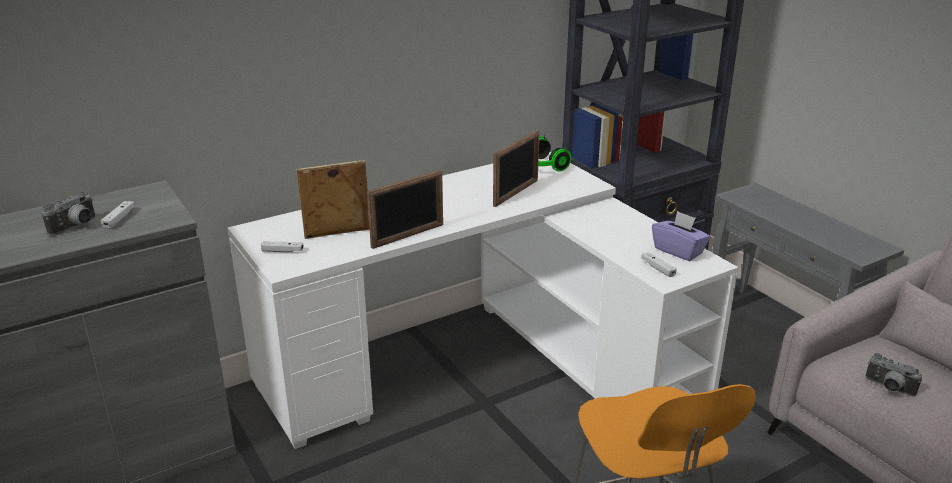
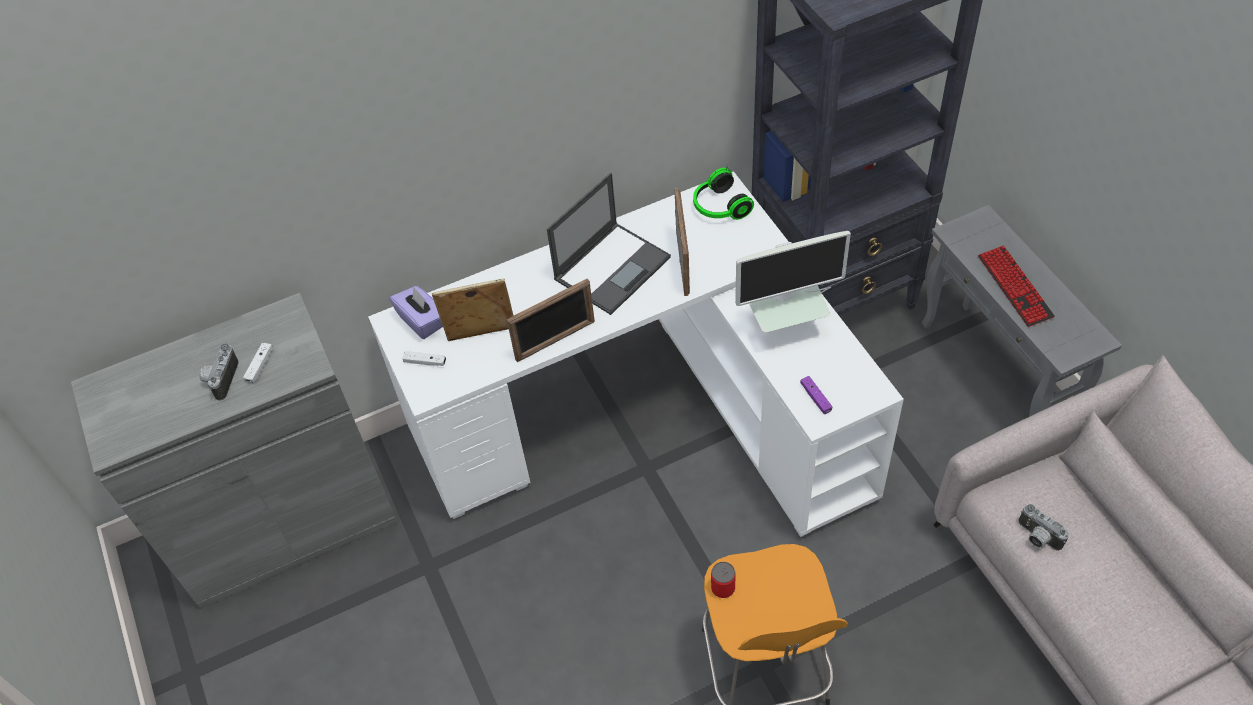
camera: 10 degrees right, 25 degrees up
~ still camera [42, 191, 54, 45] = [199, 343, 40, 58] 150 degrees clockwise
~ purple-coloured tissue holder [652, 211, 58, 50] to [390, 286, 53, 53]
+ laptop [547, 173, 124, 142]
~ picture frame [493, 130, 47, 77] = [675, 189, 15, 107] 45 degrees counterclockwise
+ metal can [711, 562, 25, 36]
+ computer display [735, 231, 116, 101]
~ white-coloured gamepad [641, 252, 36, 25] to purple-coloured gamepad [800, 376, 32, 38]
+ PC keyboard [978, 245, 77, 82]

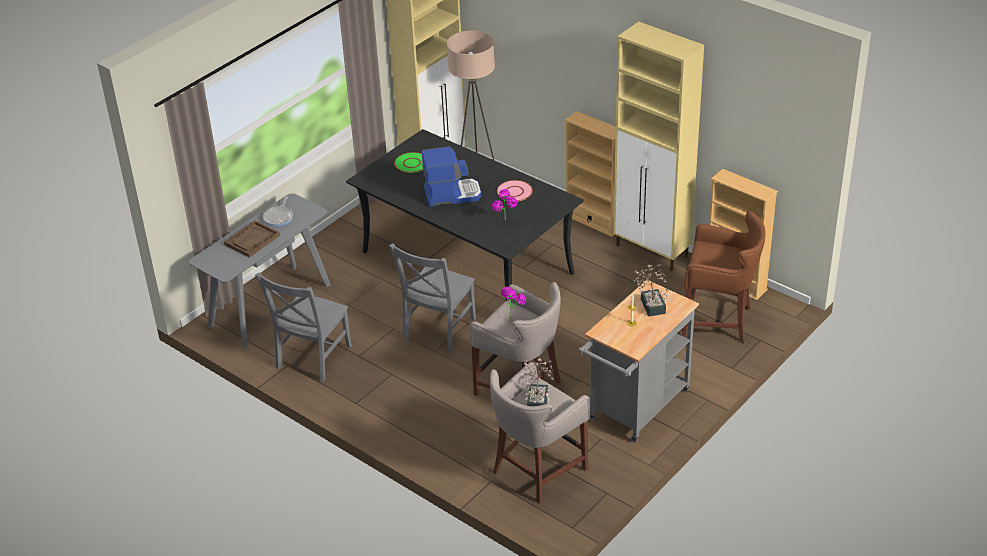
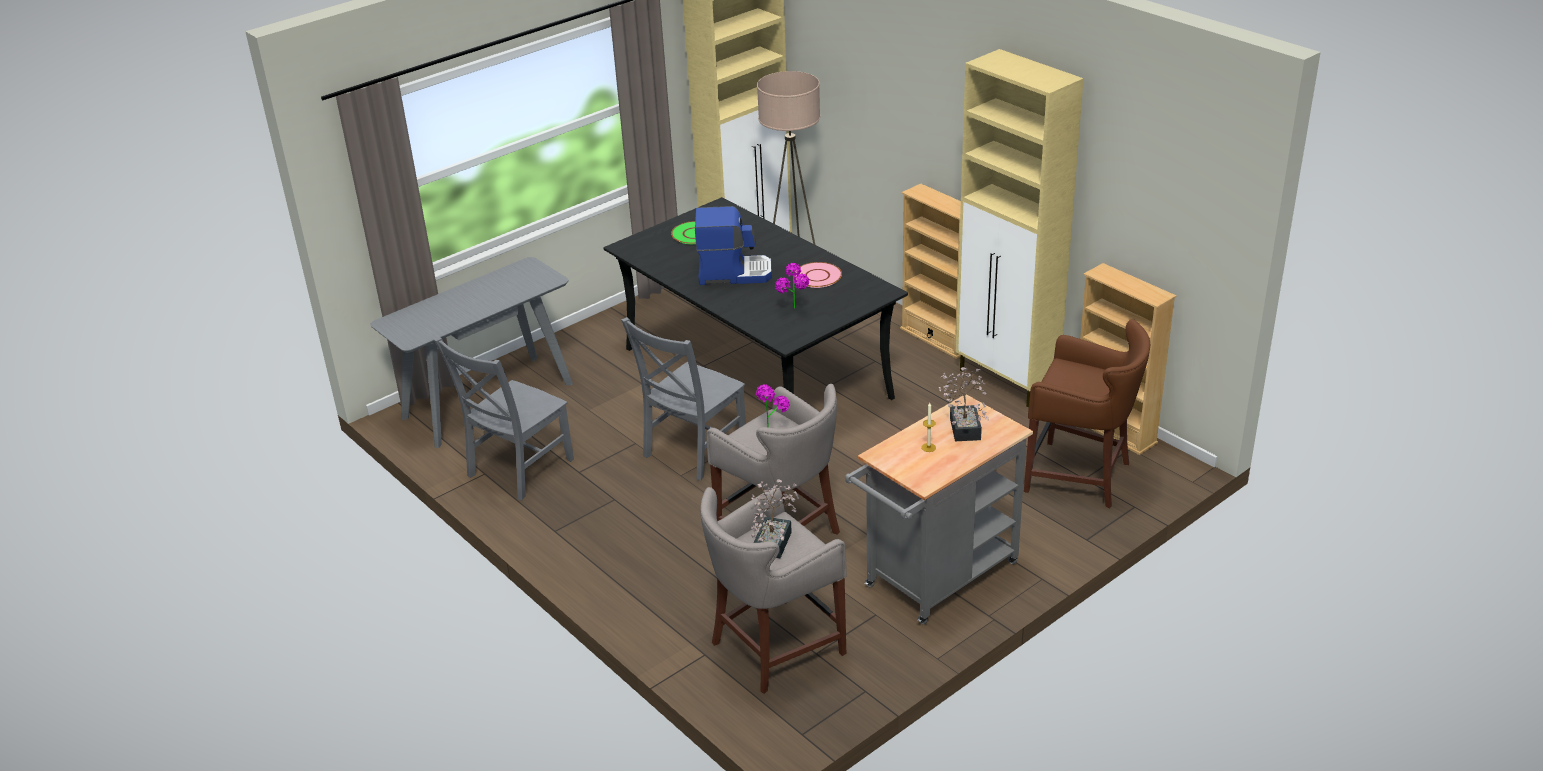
camera: 10 degrees right, 5 degrees down
- brown carrying tray [224, 221, 56, 37]
- pan [263, 196, 30, 30]

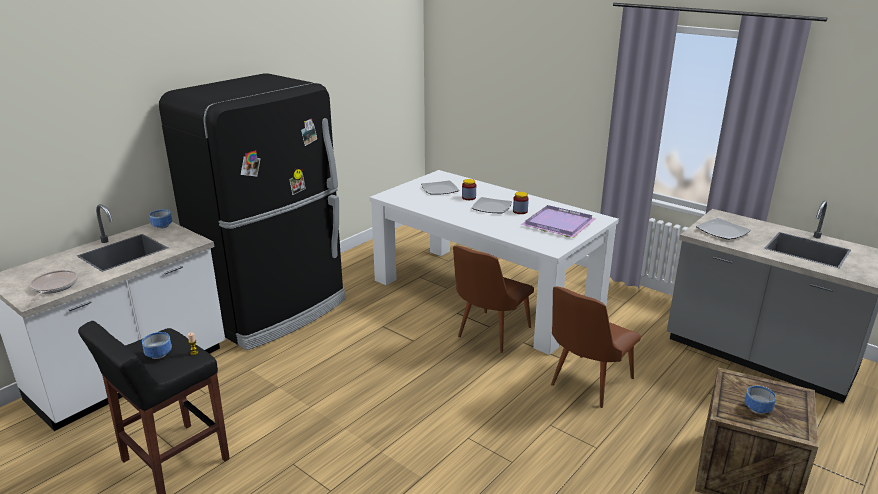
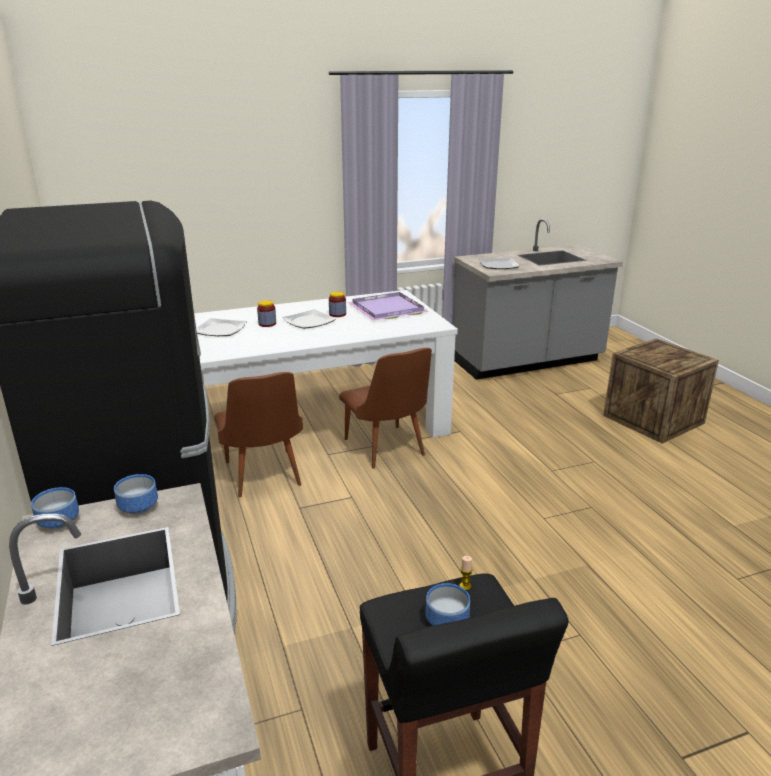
camera: 60 degrees left, 0 degrees up
~ serving bowl [745, 386, 31, 28] to [114, 474, 44, 41]
~ brown chair [551, 286, 90, 122] to [214, 372, 89, 125]
- pan [30, 270, 48, 31]

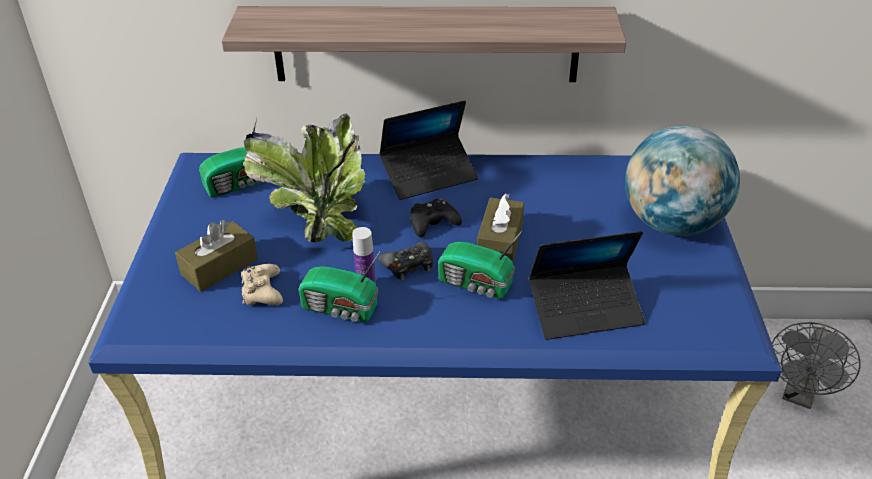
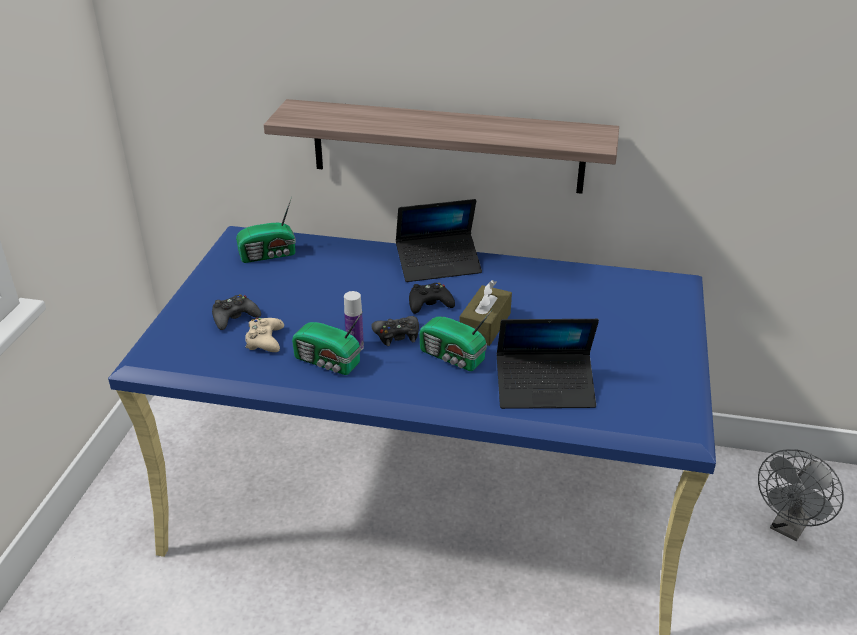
camera: 10 degrees right, 5 degrees down
~ brown tissue holder [175, 220, 83, 72] to black gamepad [212, 294, 49, 36]
- potted plant [243, 114, 122, 128]
- globe [625, 125, 115, 111]

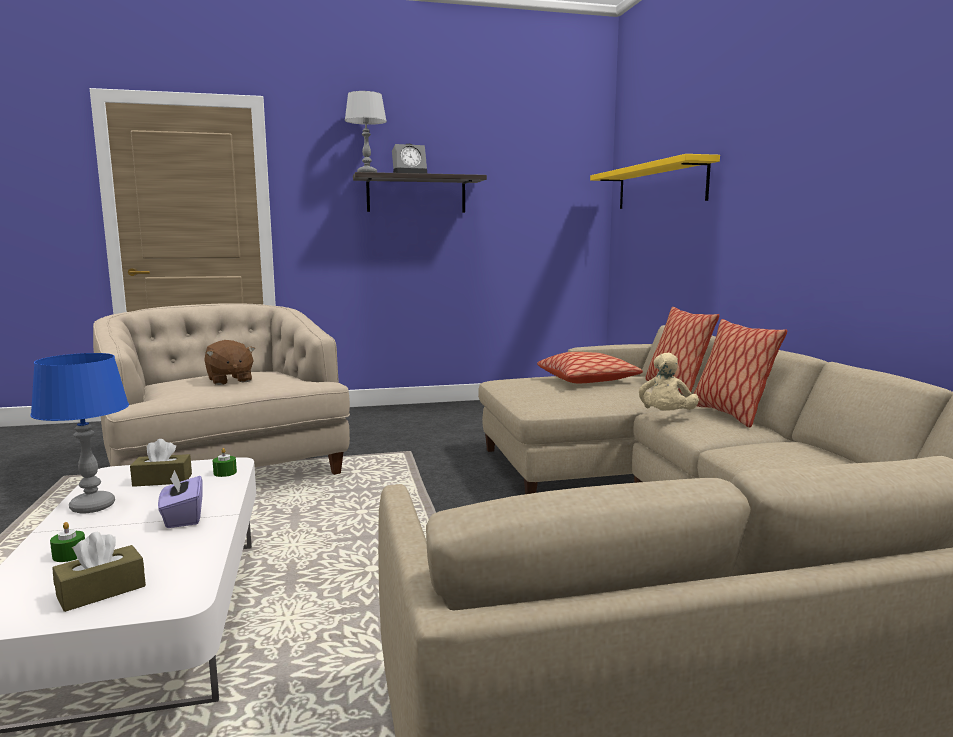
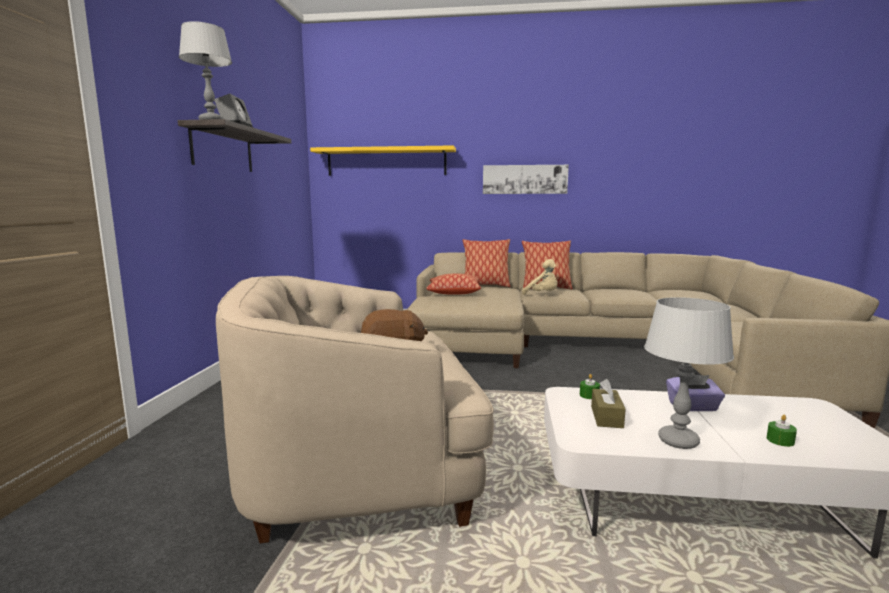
camera: 70 degrees left, 0 degrees up
+ picture [483, 165, 86, 29]
~ blue table lamp [30, 353, 99, 160] to greyish table lamp [644, 297, 90, 152]
- brown tissue holder [52, 532, 94, 80]

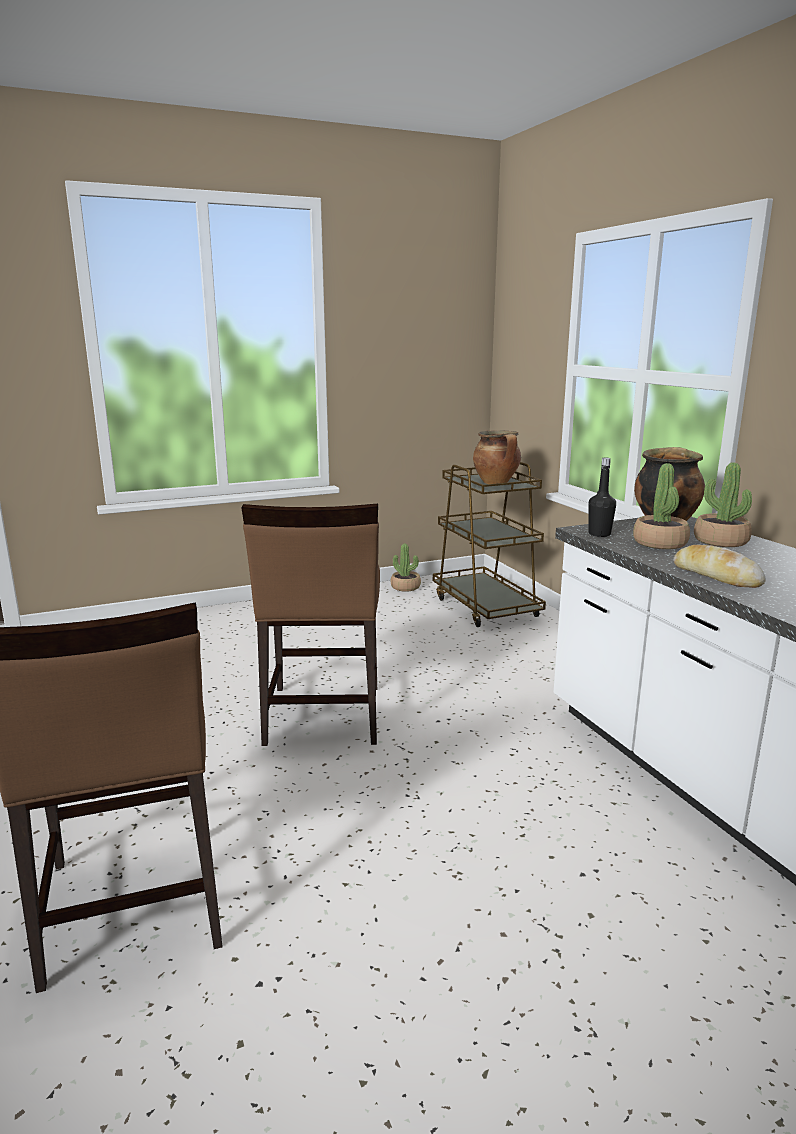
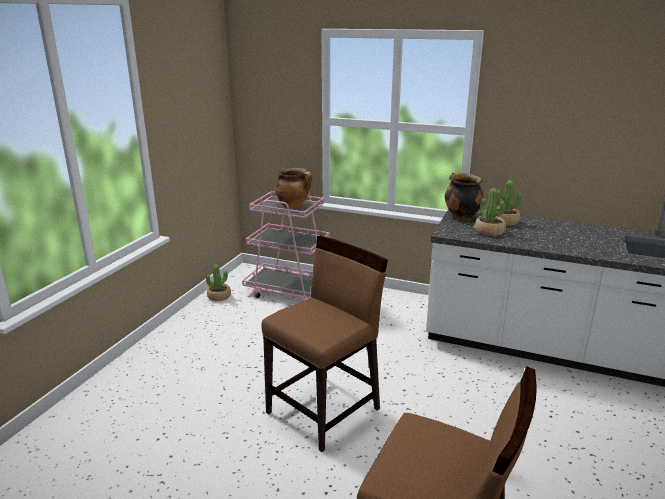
camera: 45 degrees left, 5 degrees up
~ brown cart [433, 462, 113, 165] to pink-coloured cart [242, 191, 88, 110]
~ brown chair [241, 504, 139, 242] = [261, 236, 127, 216] 90 degrees counterclockwise
- black bottle [588, 458, 28, 79]
- bakery bread [673, 545, 92, 43]

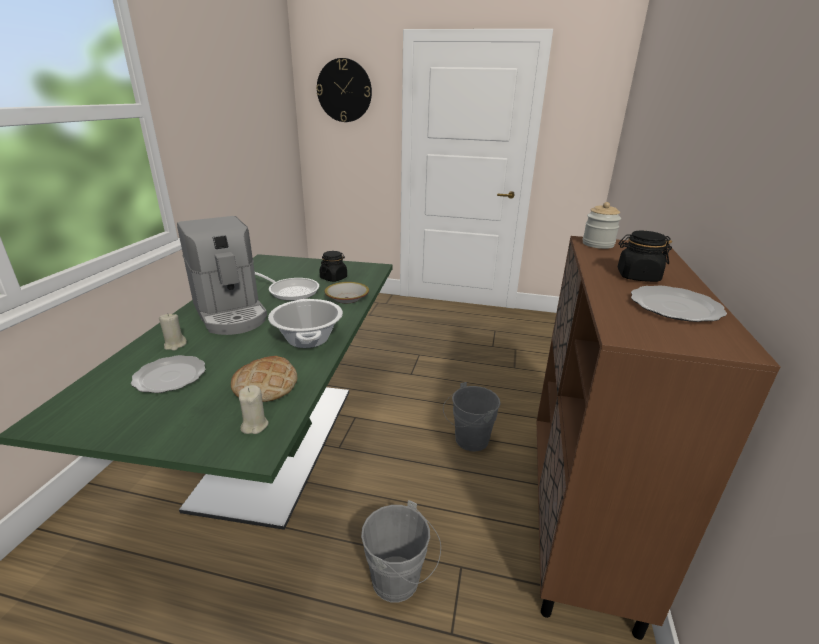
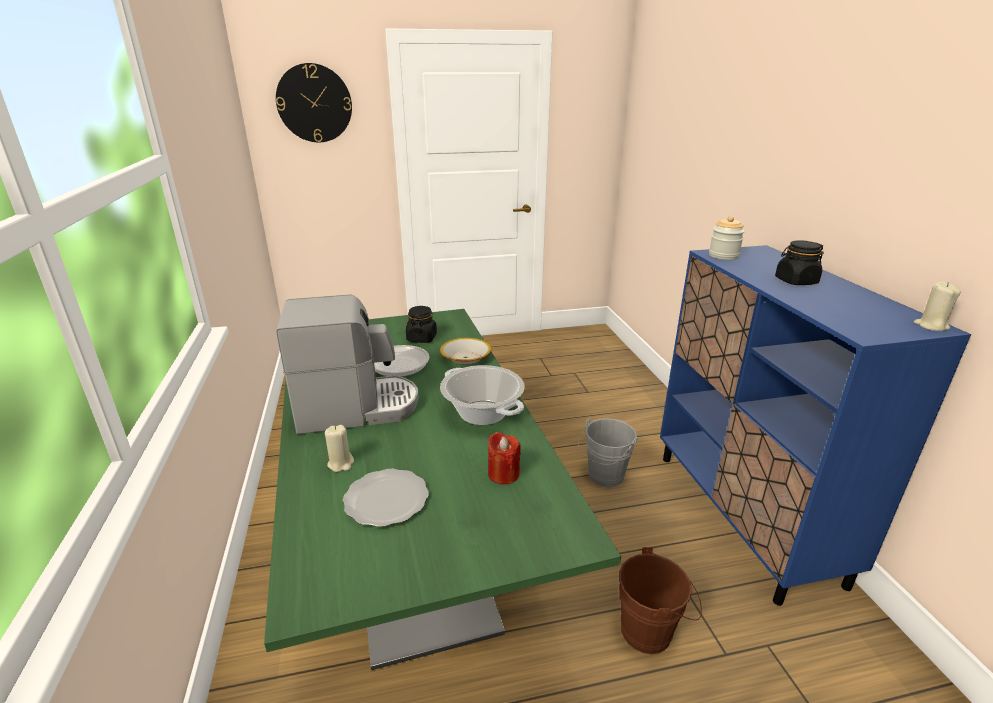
camera: 25 degrees left, 0 degrees up
~ coffee maker [177, 216, 90, 119] = [276, 294, 143, 140] 45 degrees counterclockwise
~ bakery bread [231, 356, 66, 46] to red-coloured candle [488, 432, 33, 52]
~ greyish pail [361, 500, 80, 103] to brown pail [619, 547, 83, 107]
~ brown storage cabinet [537, 236, 244, 404] to blue storage cabinet [660, 245, 311, 361]
~ beige candle [239, 385, 30, 49] to [913, 282, 48, 49]
- flat dish [631, 285, 96, 37]

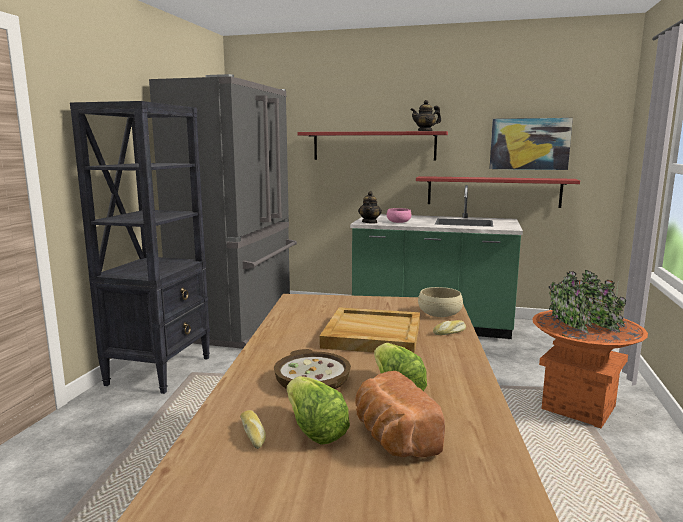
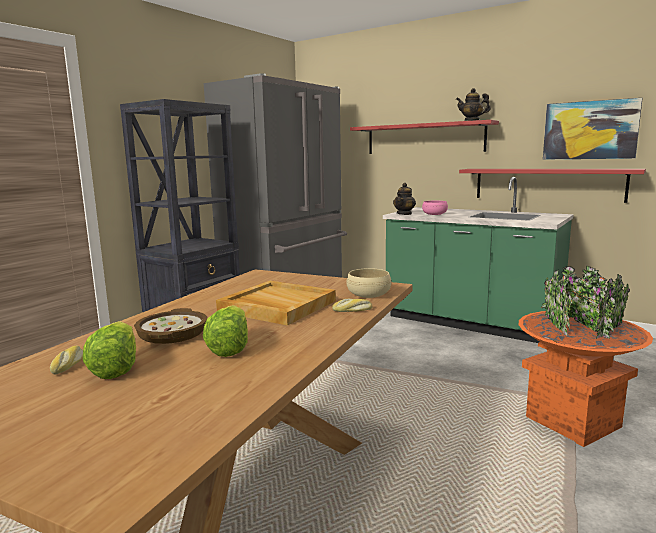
camera: 20 degrees right, 0 degrees up
- bakery bread [355, 371, 90, 86]

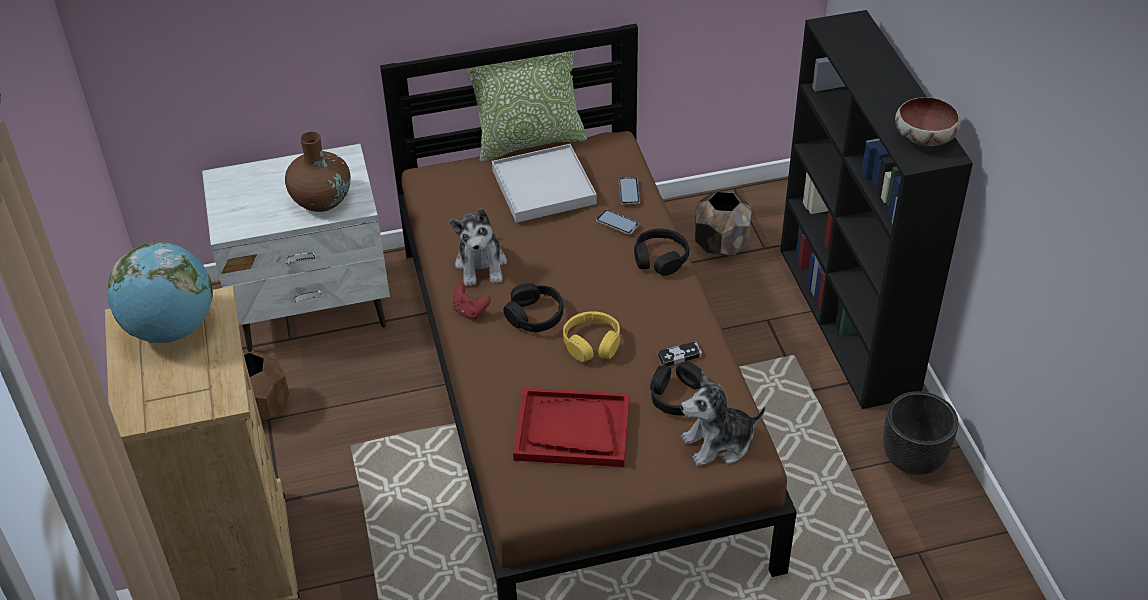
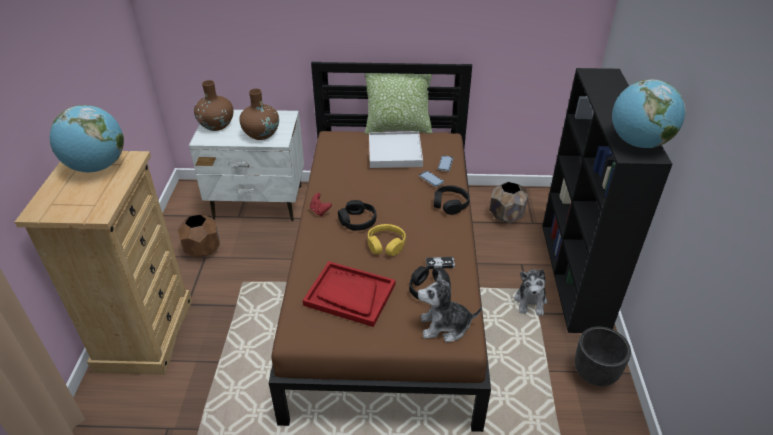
camera: 15 degrees right, 5 degrees down
+ brown decorative vase [194, 80, 39, 51]
~ cuddly toy [450, 208, 57, 78] to [515, 269, 32, 47]
~ serving bowl [895, 97, 66, 49] to globe [612, 79, 74, 69]

